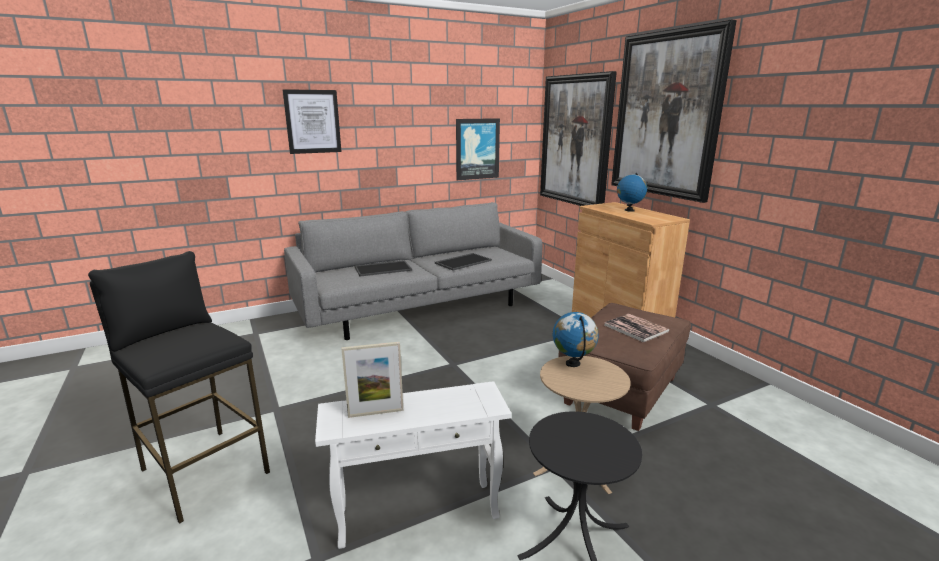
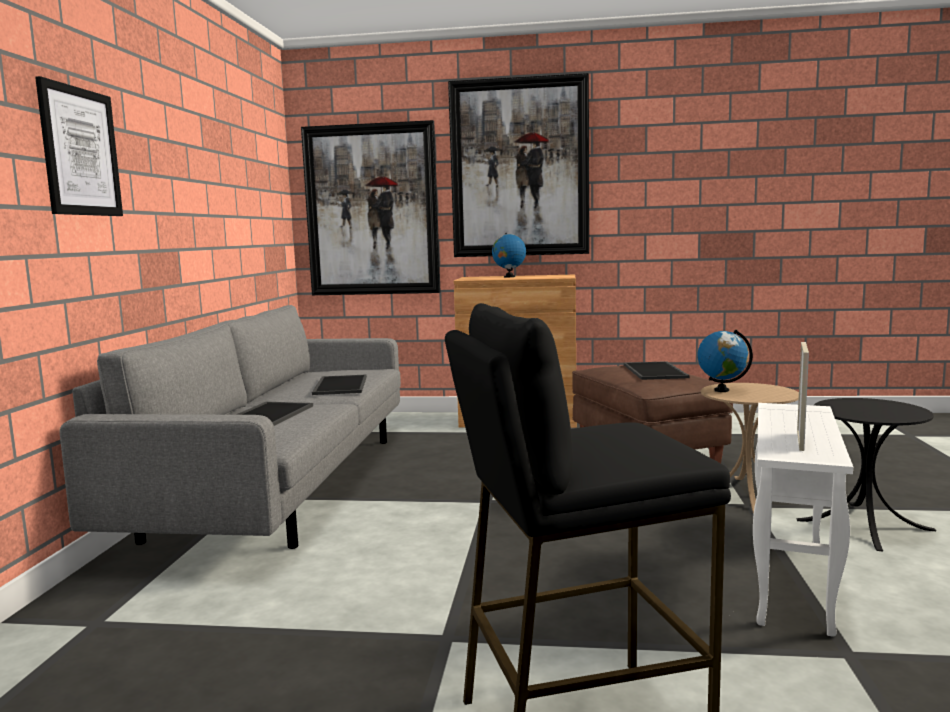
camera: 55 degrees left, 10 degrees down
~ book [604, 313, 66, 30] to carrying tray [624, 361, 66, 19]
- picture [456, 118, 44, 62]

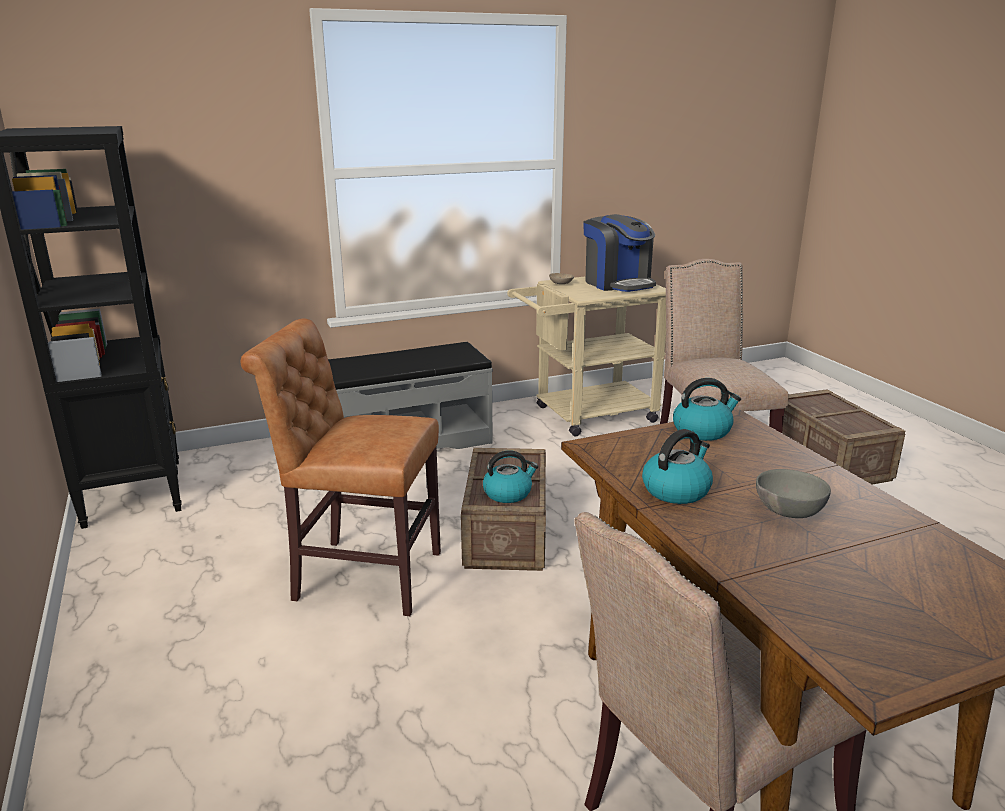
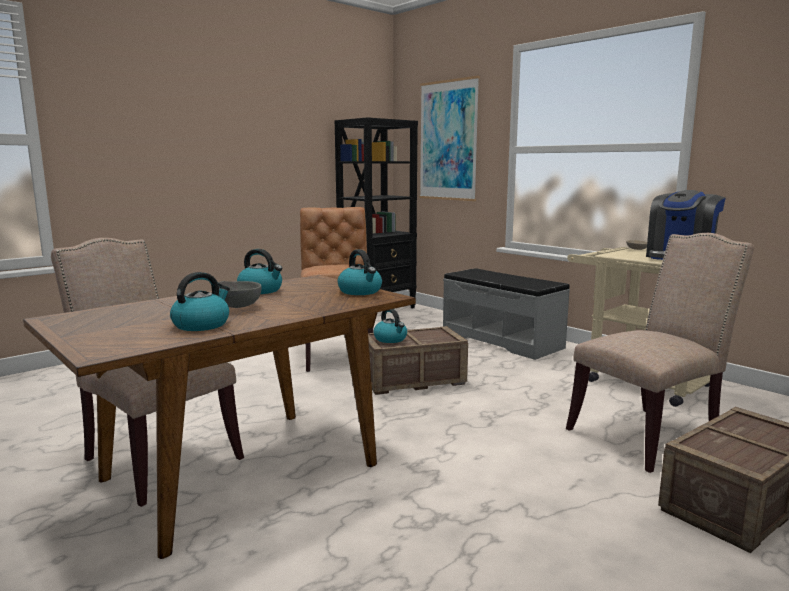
camera: 70 degrees right, 10 degrees down
+ tea kettle [170, 272, 60, 59]
+ picture [419, 76, 61, 125]

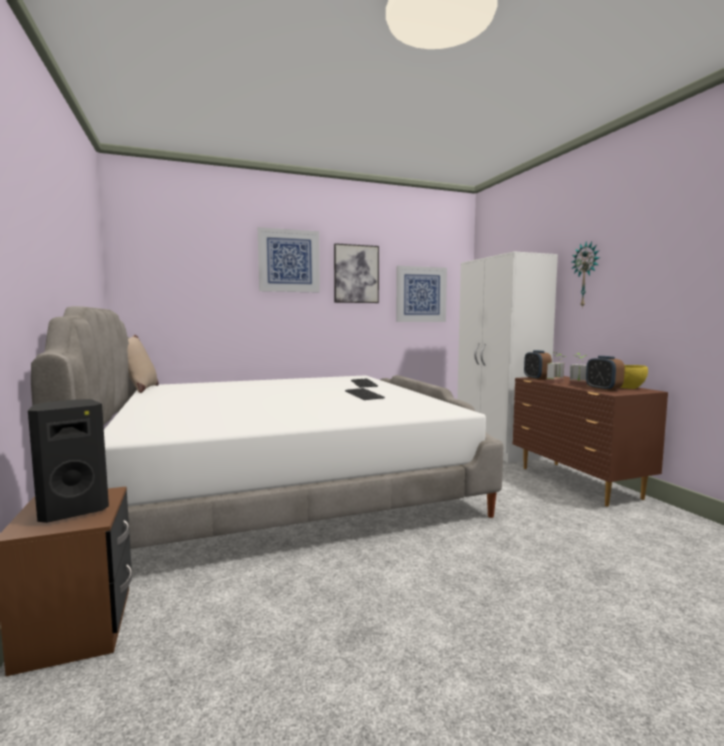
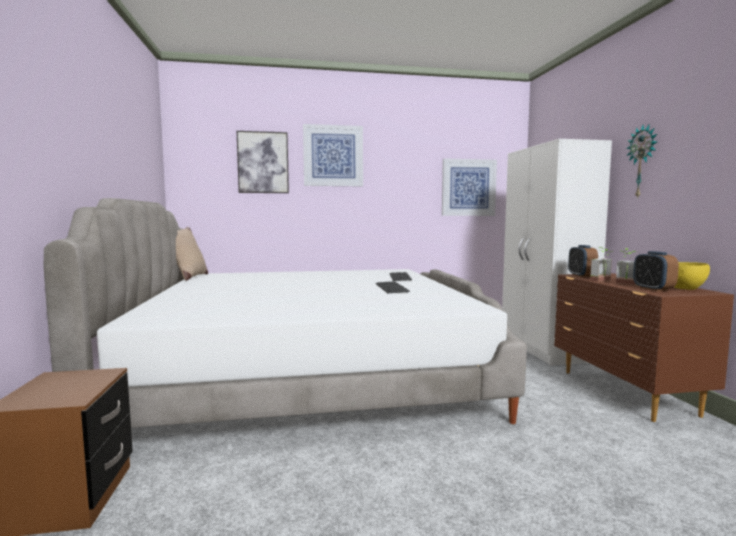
camera: 10 degrees right, 0 degrees up
~ picture [334, 243, 45, 60] to [237, 131, 52, 62]
- black audio speaker [28, 399, 81, 124]

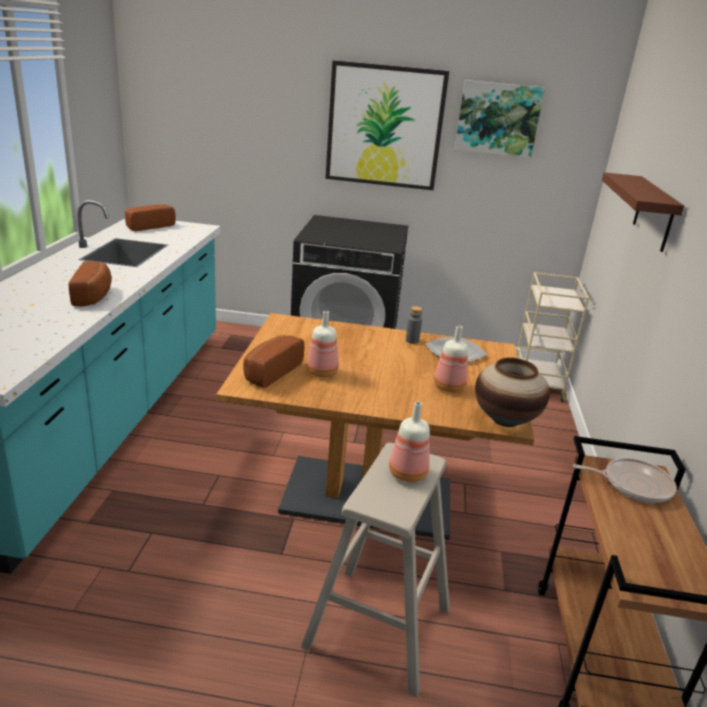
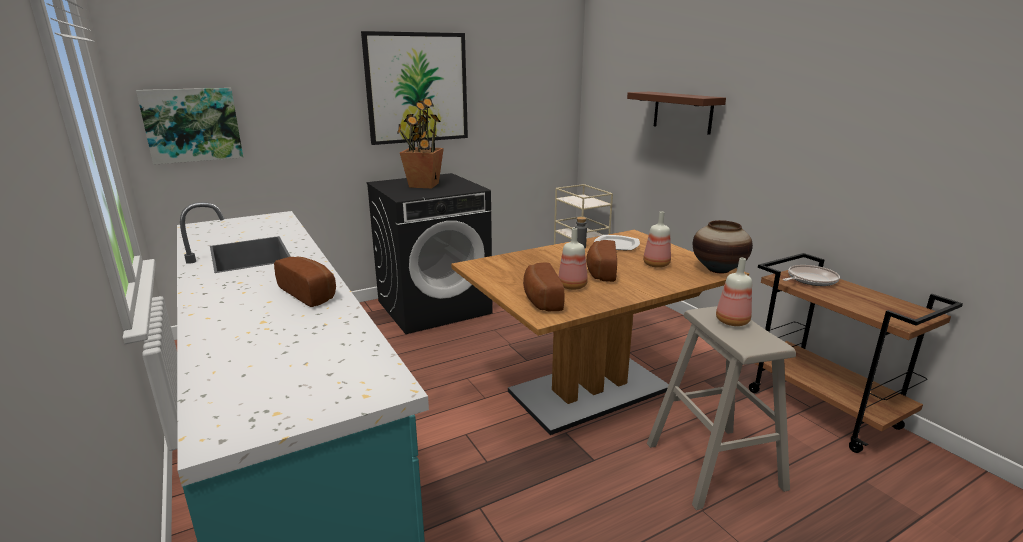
camera: 35 degrees left, 5 degrees down
~ picture [455, 80, 90, 78] to [136, 88, 107, 77]
+ potted plant [397, 98, 47, 90]
~ bakery bread [125, 205, 51, 26] to [586, 240, 31, 42]

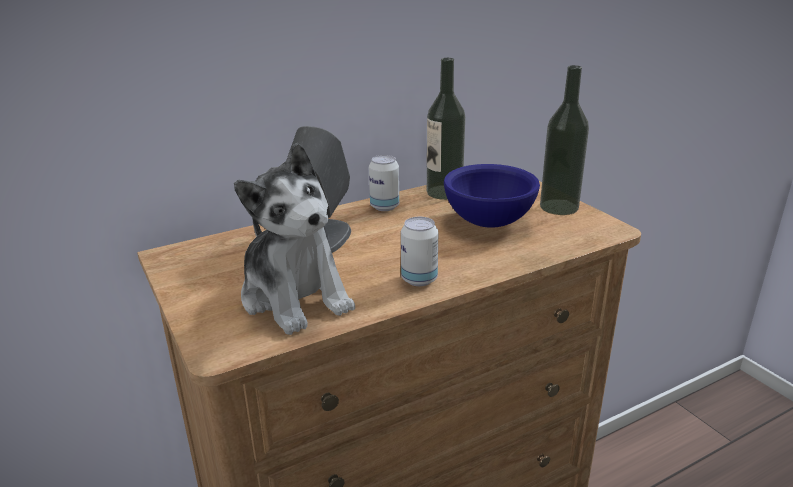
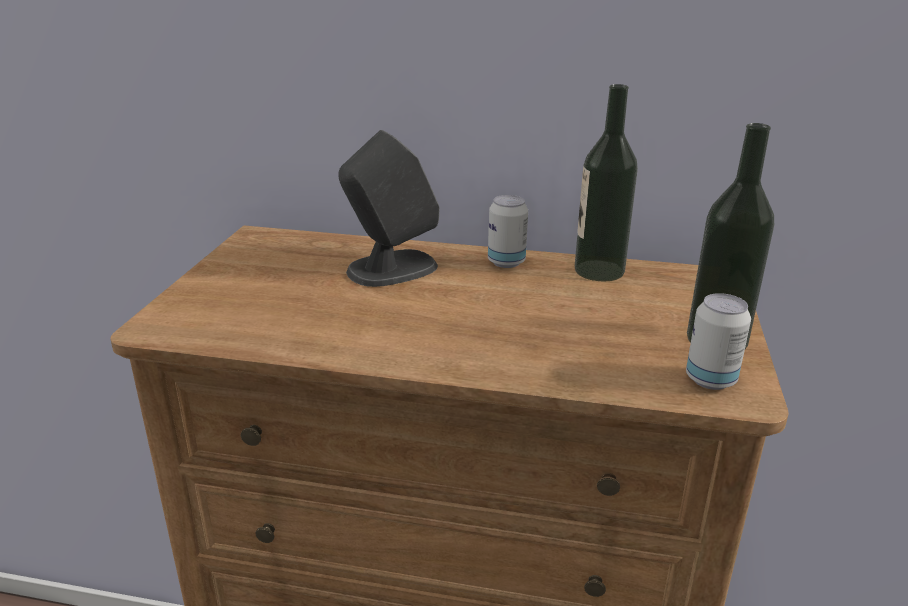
camera: 40 degrees right, 0 degrees up
~ metal can [401, 217, 37, 69] to [686, 293, 65, 97]
- cuddly toy [234, 142, 121, 193]
- blue serving bowl [444, 164, 96, 64]

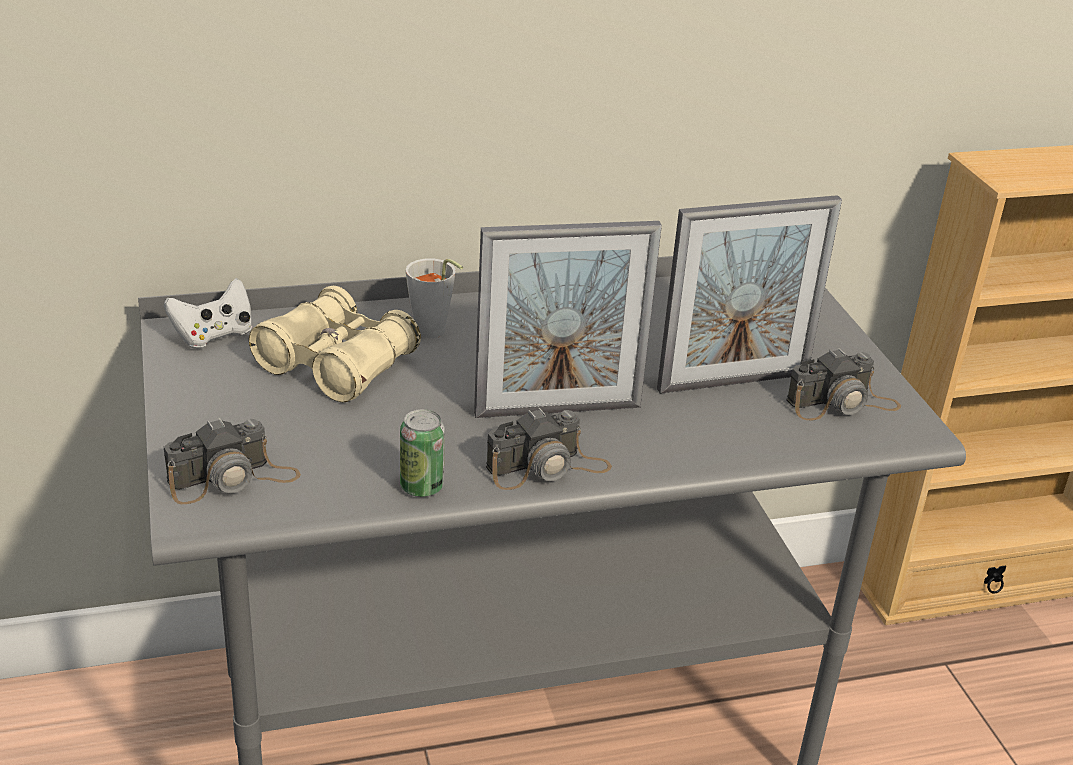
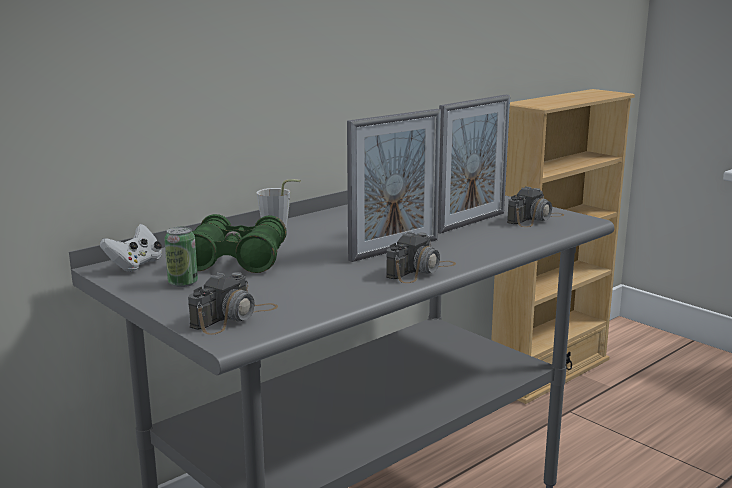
camera: 25 degrees left, 15 degrees down
~ metal can [400, 409, 45, 88] to [164, 227, 34, 60]
~ beige field glasses [249, 286, 172, 116] to green-coloured field glasses [192, 214, 95, 59]

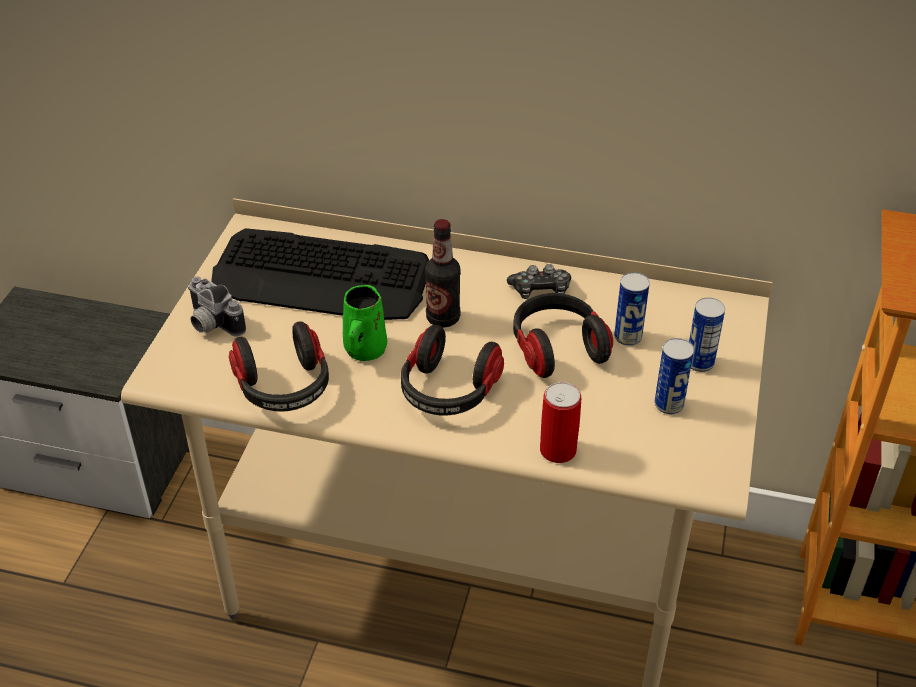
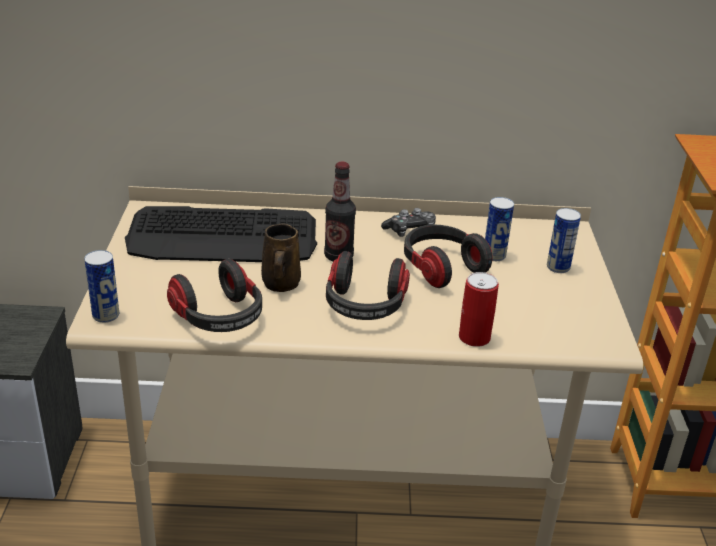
camera: 15 degrees left, 10 degrees down
~ metal can [655, 338, 39, 76] to [84, 250, 35, 73]
~ green-coloured mug [343, 285, 44, 76] to brown mug [261, 223, 40, 69]
- still camera [188, 277, 58, 59]

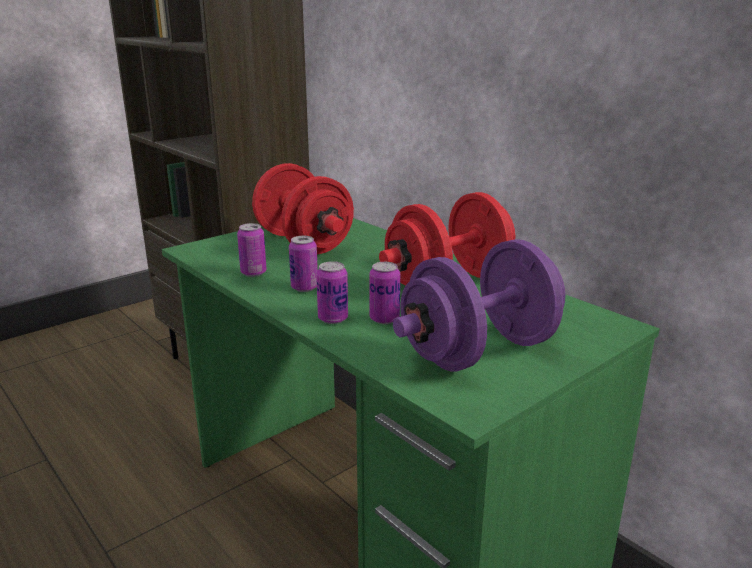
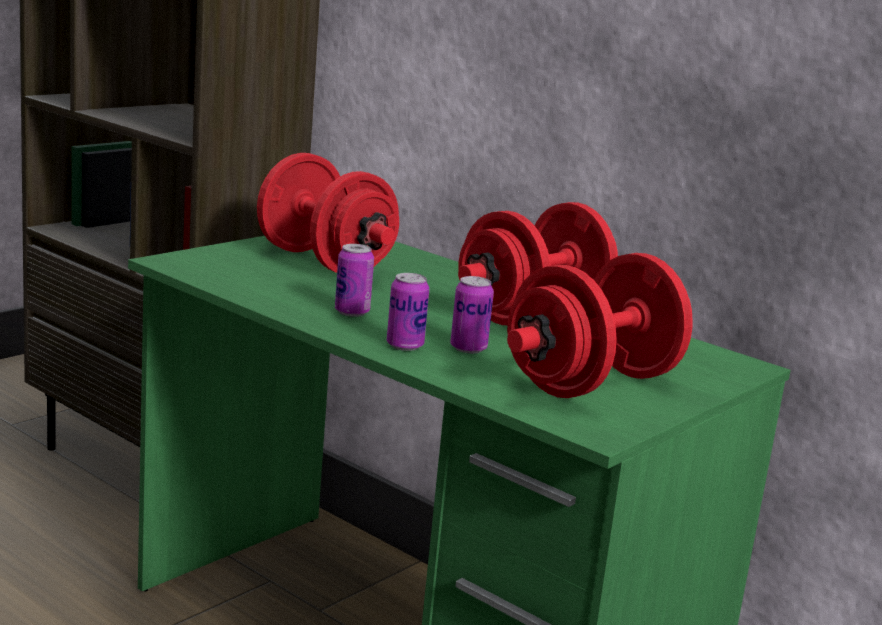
camera: 10 degrees left, 5 degrees down
~ purple-coloured free weight [393, 239, 172, 133] to red-coloured free weight [507, 253, 186, 145]
- metal can [237, 223, 30, 54]

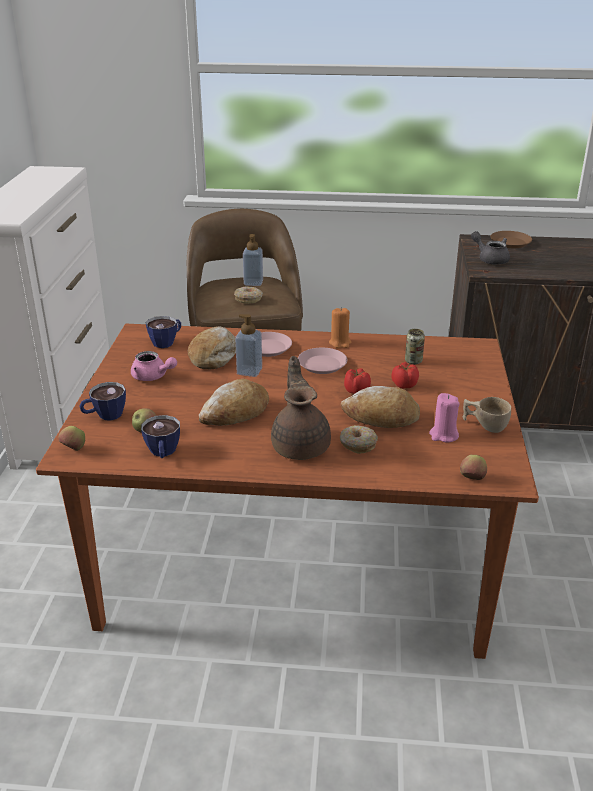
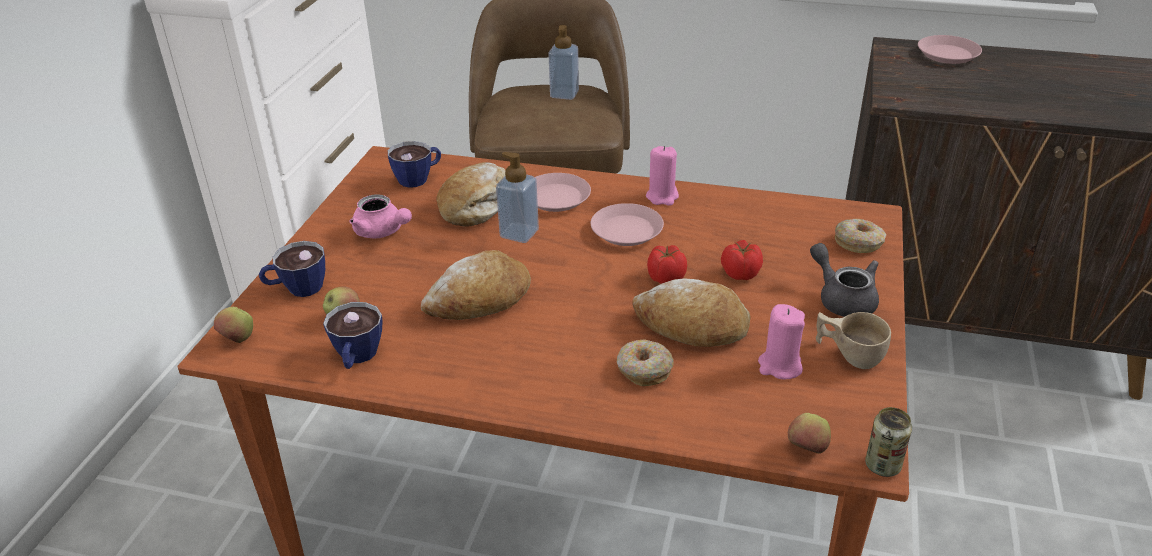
camera: 10 degrees right, 5 degrees up
~ orange-coloured candle [329, 307, 22, 41] to pink-coloured candle [646, 146, 33, 60]
~ greyish tea pot [471, 231, 39, 34] to [810, 243, 69, 74]
~ doughnut [234, 287, 29, 17] to [835, 219, 51, 34]
~ metal can [405, 329, 20, 35] to [865, 407, 47, 70]
~ brown flat dish [490, 231, 42, 17] to pink-coloured flat dish [918, 35, 64, 29]
- brown tea pot [271, 356, 60, 104]

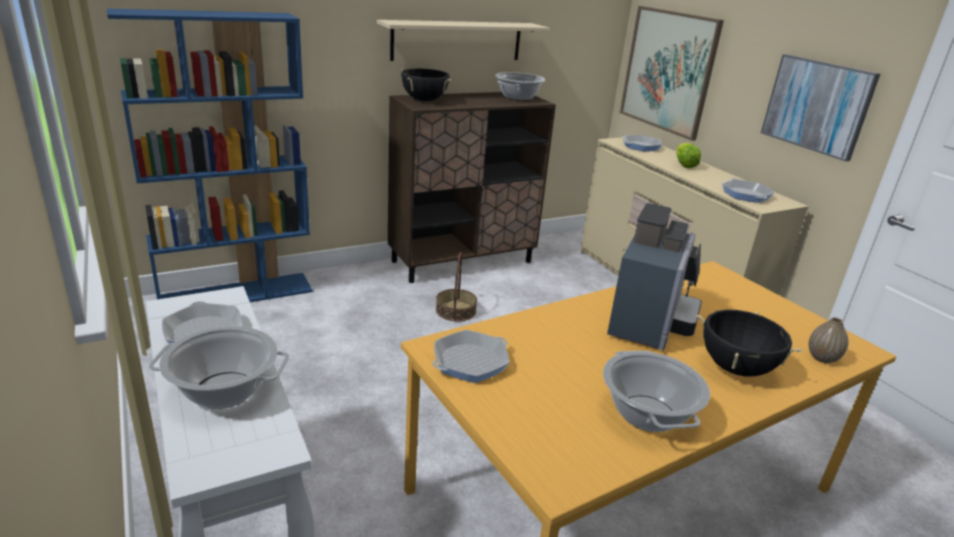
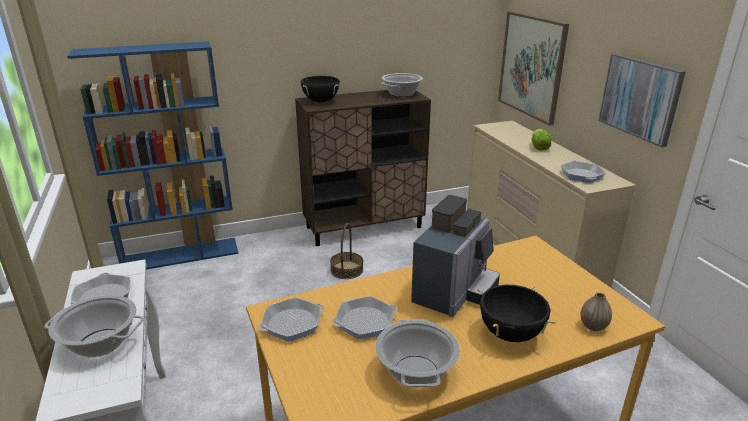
camera: 10 degrees right, 0 degrees up
~ pan [622, 135, 40, 16] to [331, 296, 67, 43]
- beige shelf [377, 20, 172, 41]

